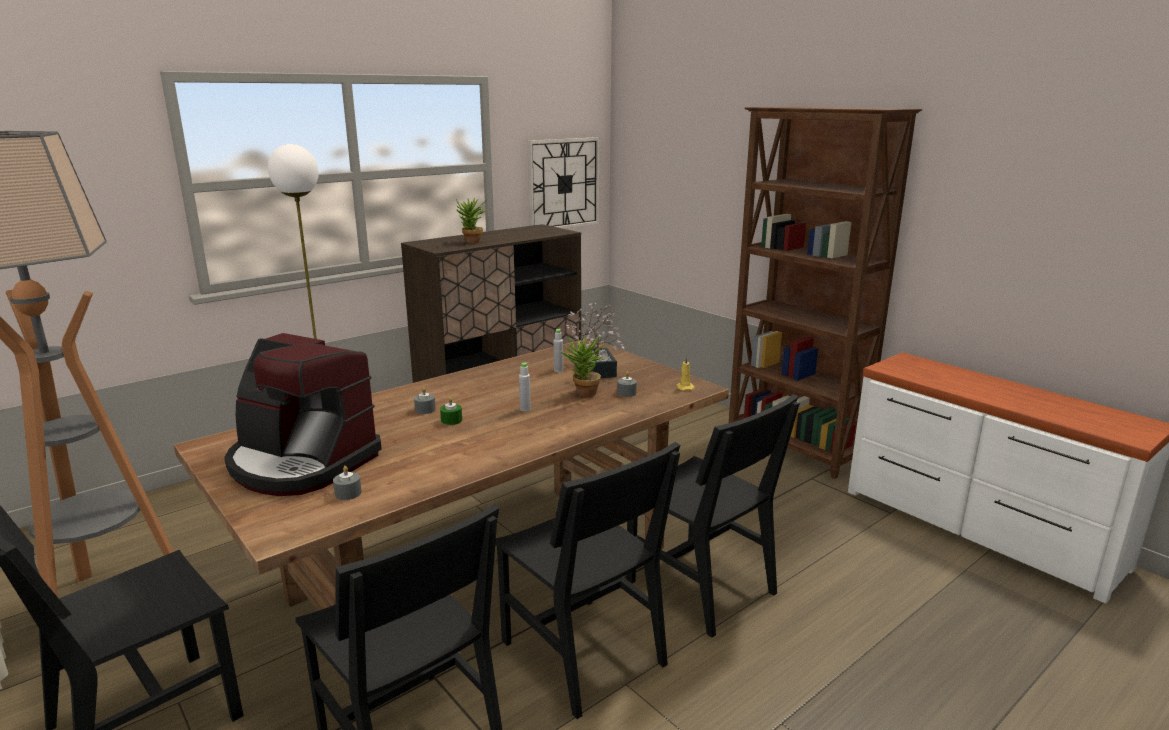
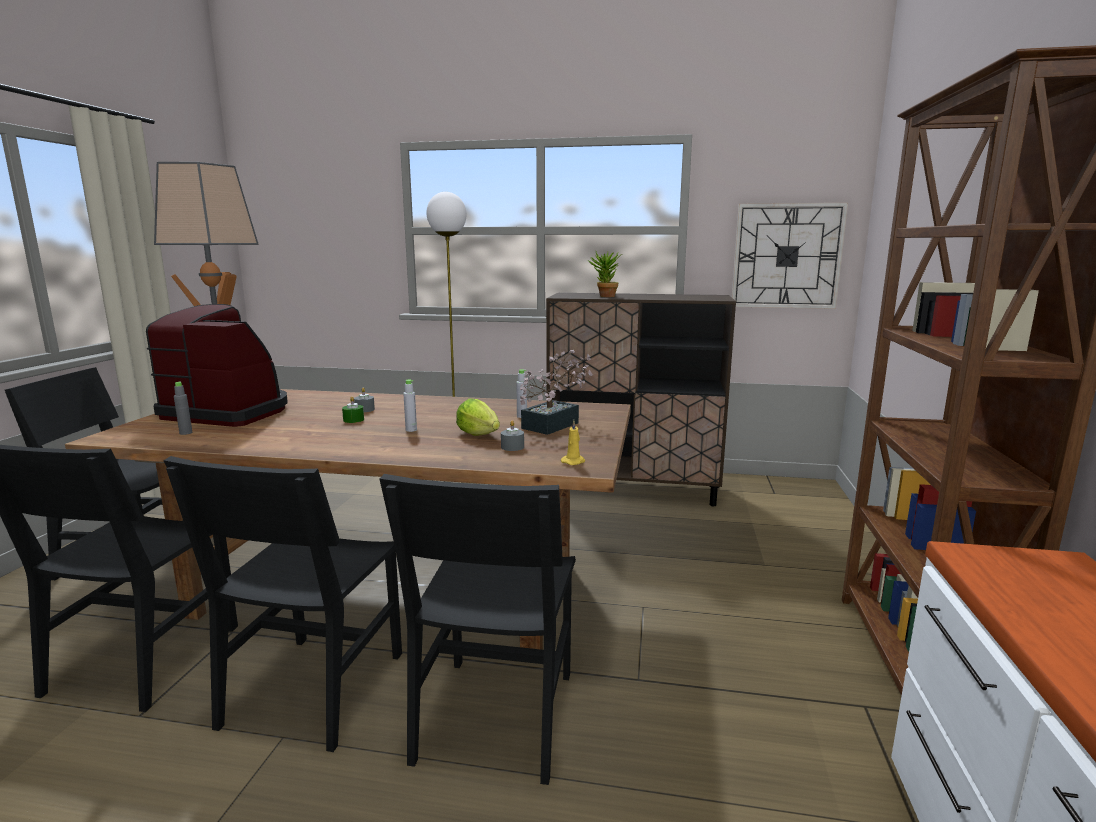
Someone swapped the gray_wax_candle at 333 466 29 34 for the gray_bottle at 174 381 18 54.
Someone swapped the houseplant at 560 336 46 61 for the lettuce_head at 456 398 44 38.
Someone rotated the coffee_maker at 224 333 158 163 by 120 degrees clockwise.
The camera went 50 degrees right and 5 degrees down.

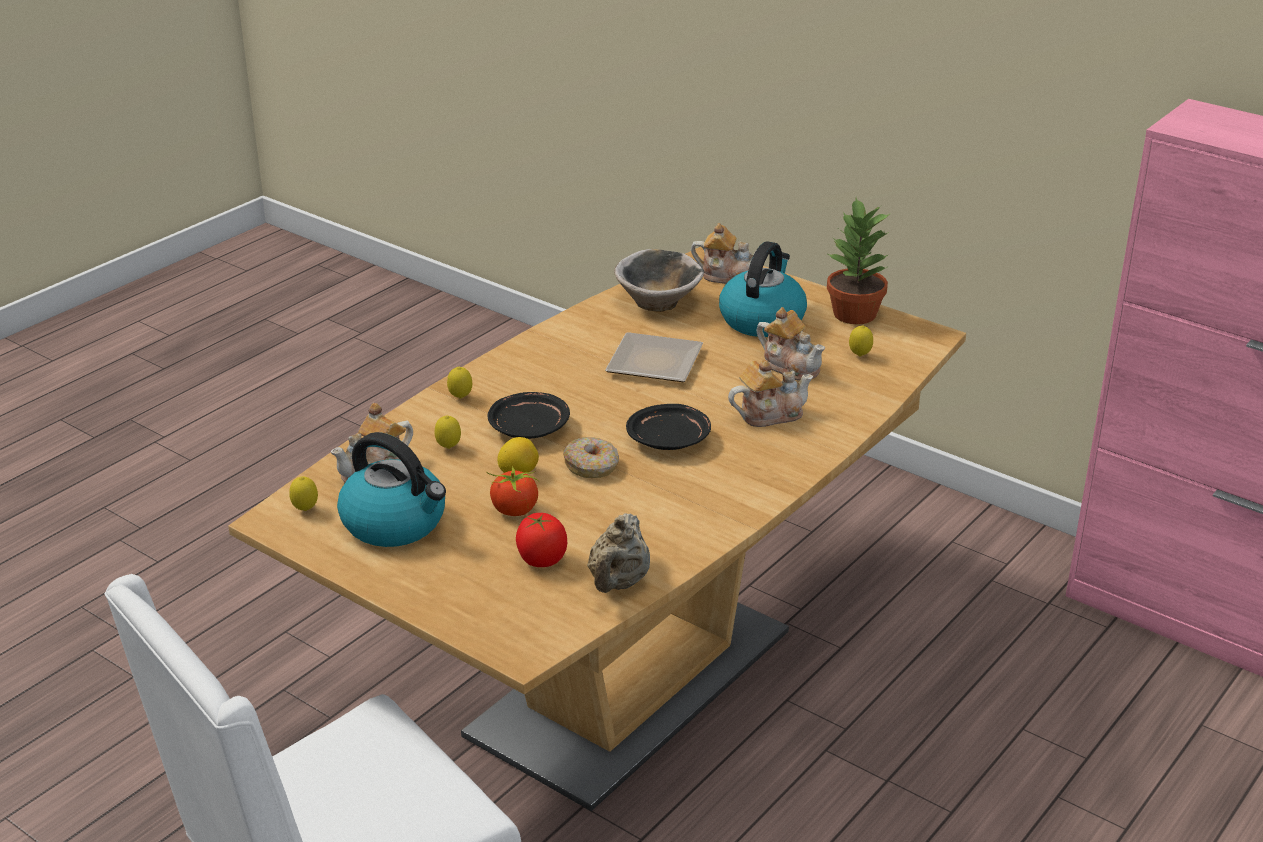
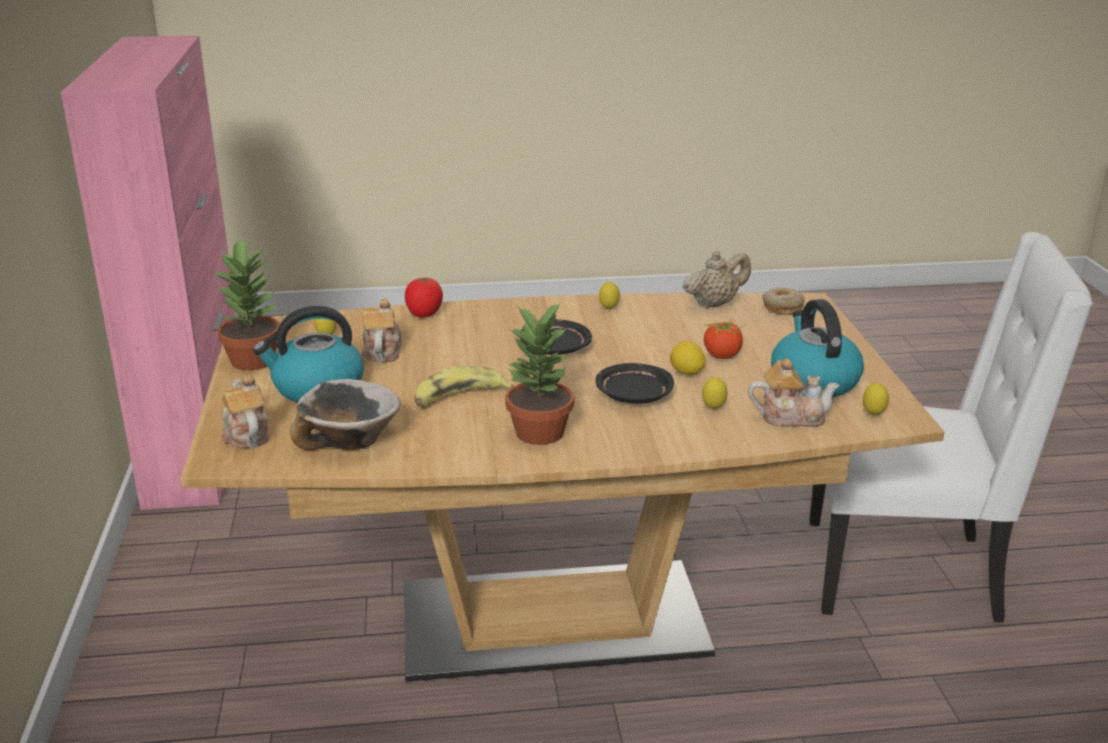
Someone took away the teapot at 728 360 85 67.
Someone put down the houseplant at 505 301 69 144.
Someone carried the citrus_fruit from 447 367 25 32 to 599 281 21 29.
Someone carried the whole_tomato from 516 513 51 54 to 405 278 38 40.
Someone carried the ring_doughnut from 563 437 56 41 to 762 287 43 28.
Someone swapped the flat_dish at 605 332 98 50 for the banana_fruit at 414 366 99 41.
The camera went 135 degrees left and 5 degrees down.

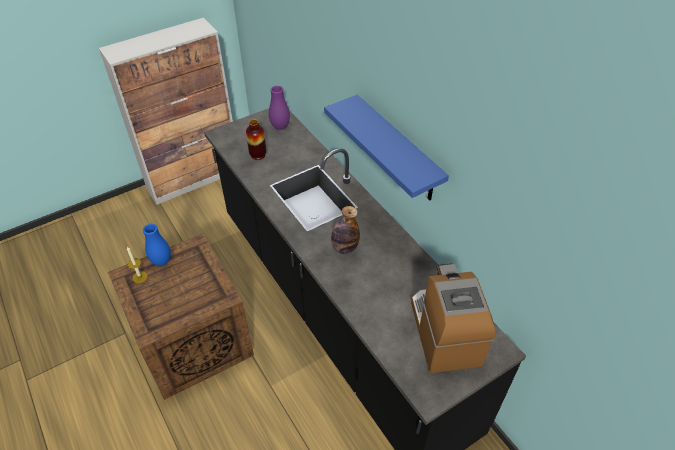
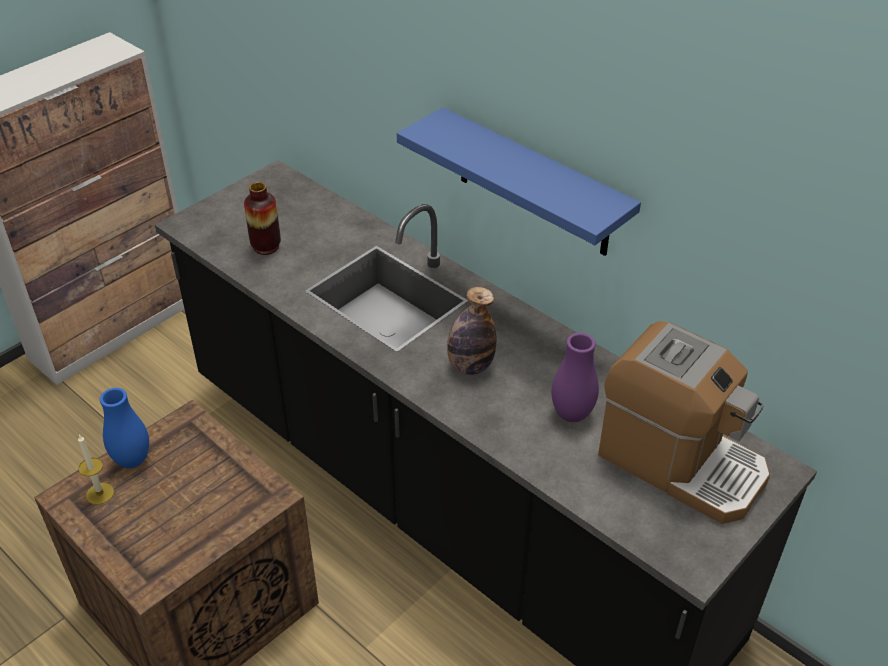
Someone carried the purple-coloured_vase from 269 86 21 44 to 552 333 47 89.
Someone rotated the coffee_maker at 411 263 85 110 by 150 degrees clockwise.
The camera went 15 degrees left and 5 degrees down.

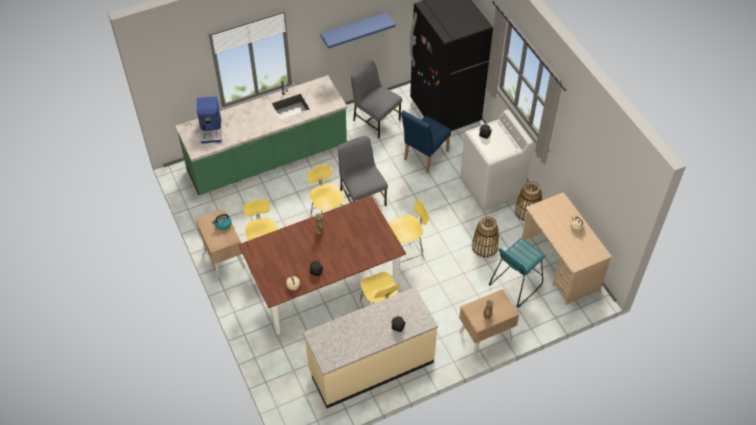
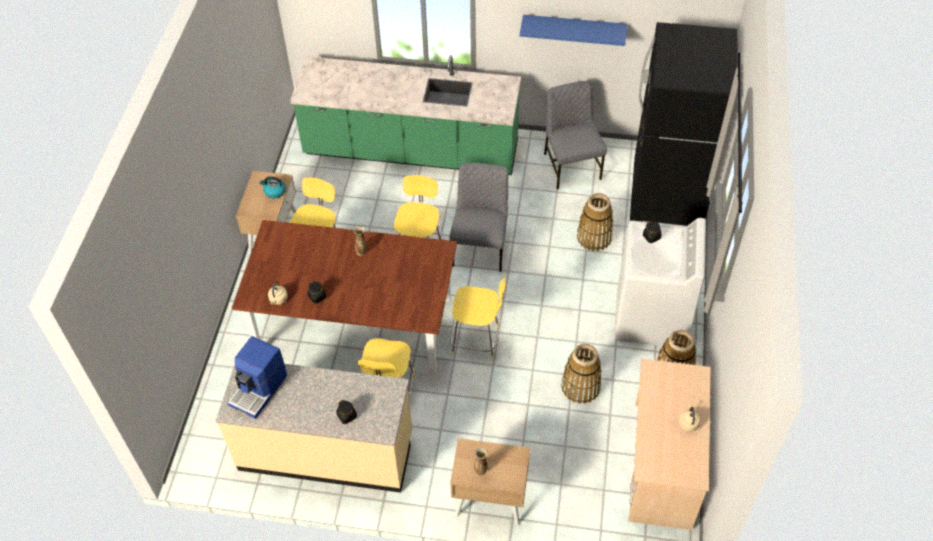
Someone took away the blue-green_sitting_stool at 489 238 57 69.
Someone carried the coffee_maker from 197 96 24 48 to 227 336 60 83.
Someone swapped the blue_upright_chair at 401 110 50 63 for the storage_basket at 577 193 36 58.
The camera went 35 degrees right and 0 degrees up.

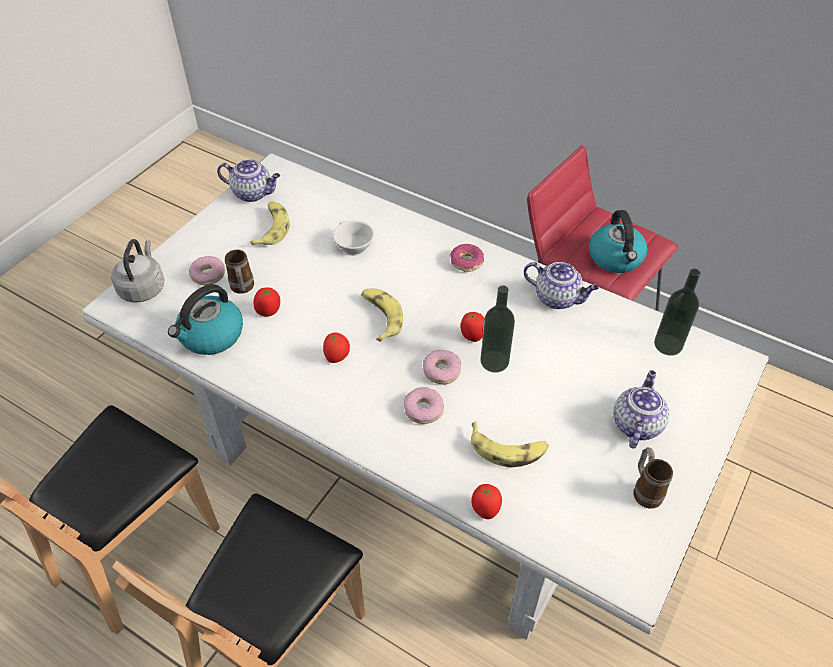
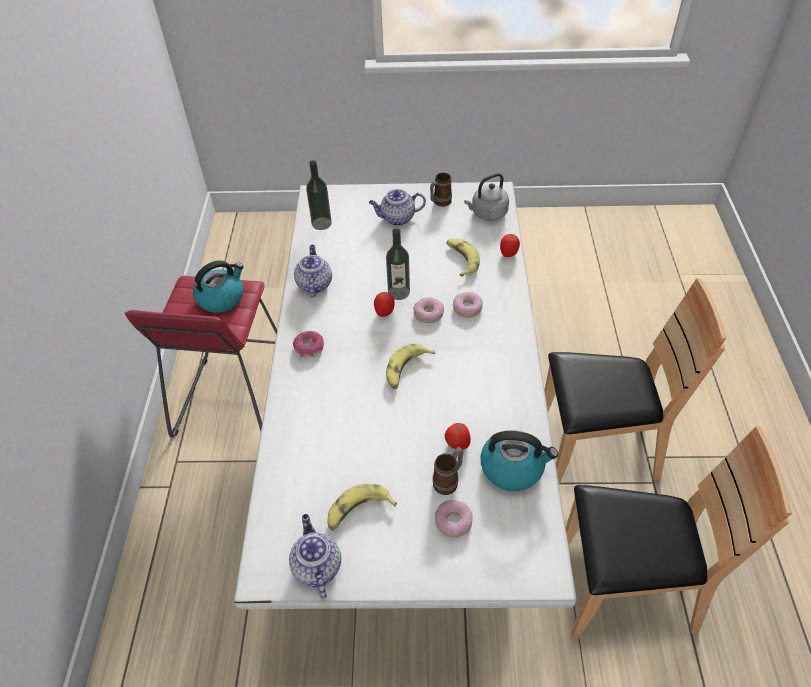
Someone took away the whole_tomato at 323 332 27 31.
Someone took away the whitish_drinking_cup at 333 220 41 36.
Someone carried the gray_tea_kettle from 111 239 54 64 to 464 173 45 48.
The camera went 120 degrees left and 0 degrees up.

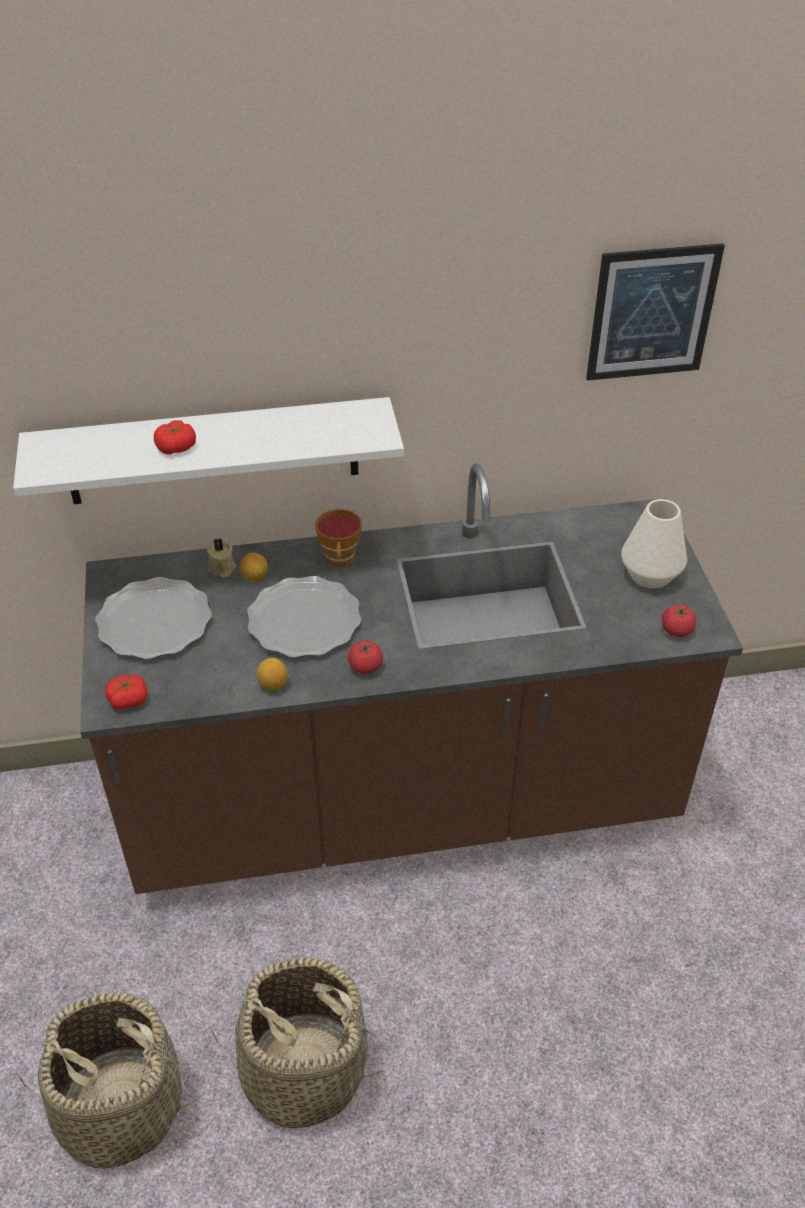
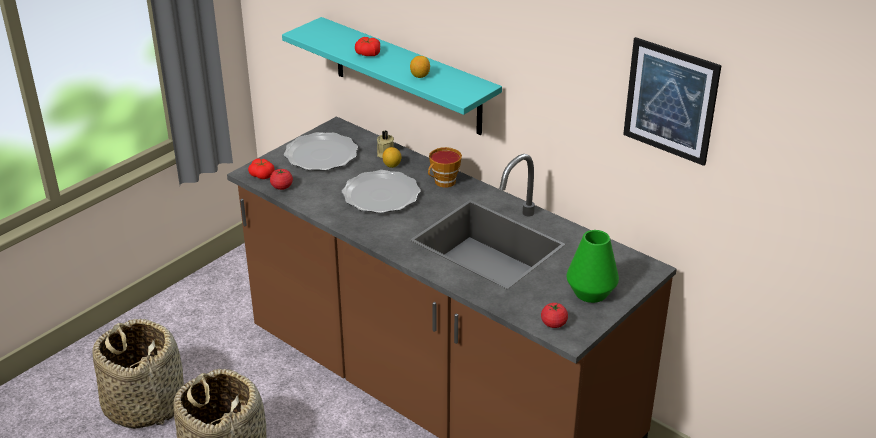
Someone carried the citrus_fruit from 257 658 31 33 to 410 56 20 22.
Someone carried the whole_tomato from 348 640 35 34 to 270 169 23 21.
Someone repainted the whitish_shelf at 13 397 391 107, which became the blue-green_shelf at 282 17 220 118.
Someone repainted the whitish_vase at 621 499 66 89, which became the greenish_vase at 566 230 53 73.
The camera went 50 degrees right and 10 degrees down.

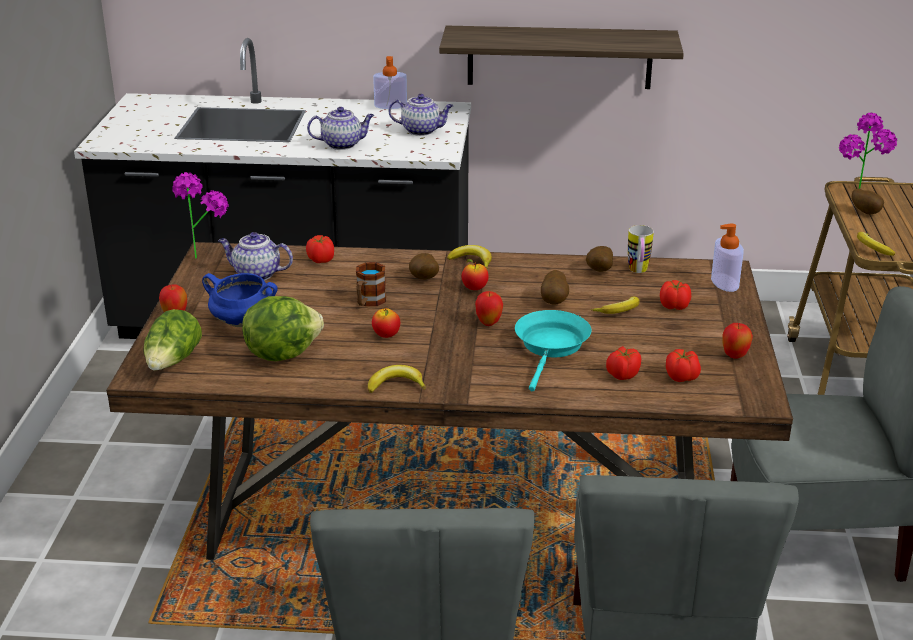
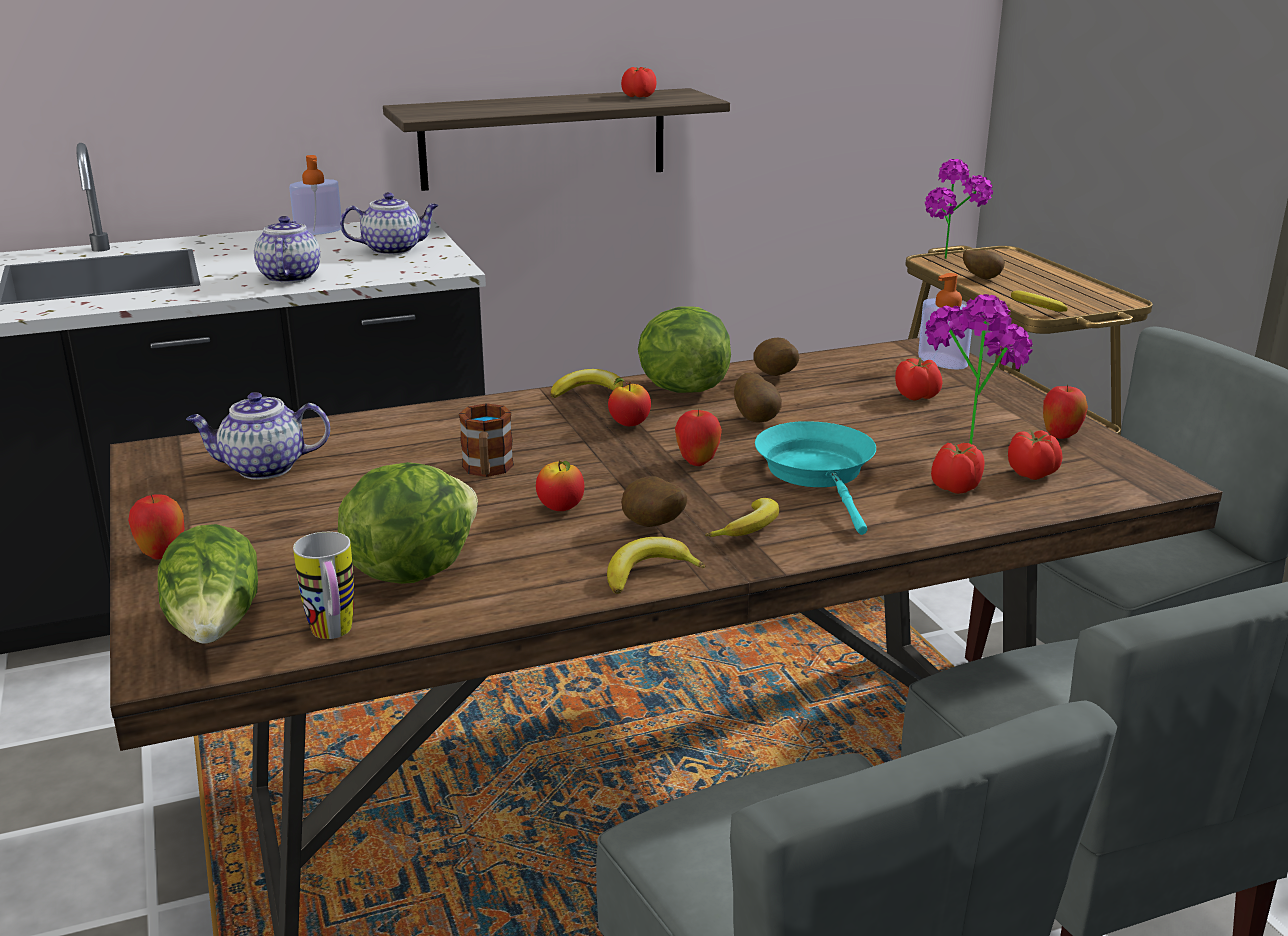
Someone took away the blue_cooking_pot at 202 273 76 54.
Someone put down the lettuce_head at 638 307 93 86.
Someone carried the houseplant from 172 172 56 87 to 925 294 108 150.
Someone carried the whole_tomato from 306 235 28 28 to 621 67 36 31.
Someone carried the spud from 409 253 30 26 to 621 476 66 51.
Someone carried the banana_fruit from 591 297 48 17 to 705 498 74 39.
Someone carried the coffee_mug from 628 225 26 48 to 293 532 61 107.
Someone rotated the teapot at 307 107 67 43 by 60 degrees counterclockwise.
The camera went 25 degrees left and 5 degrees down.

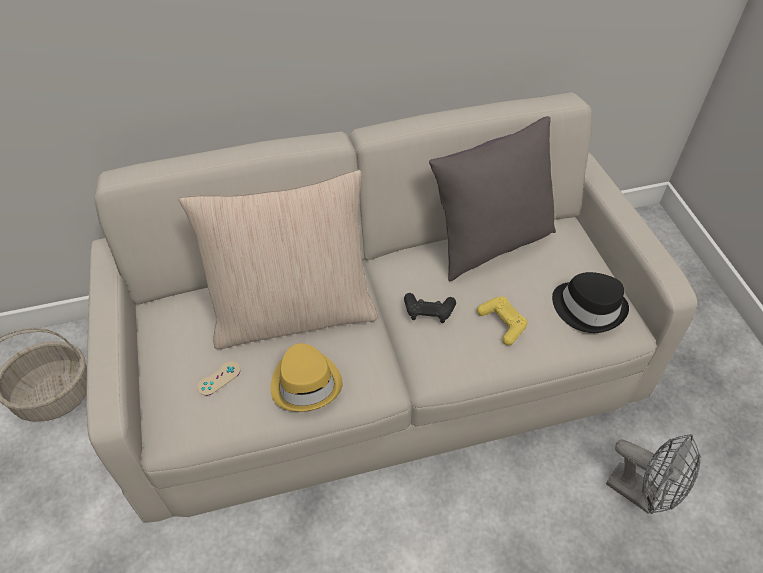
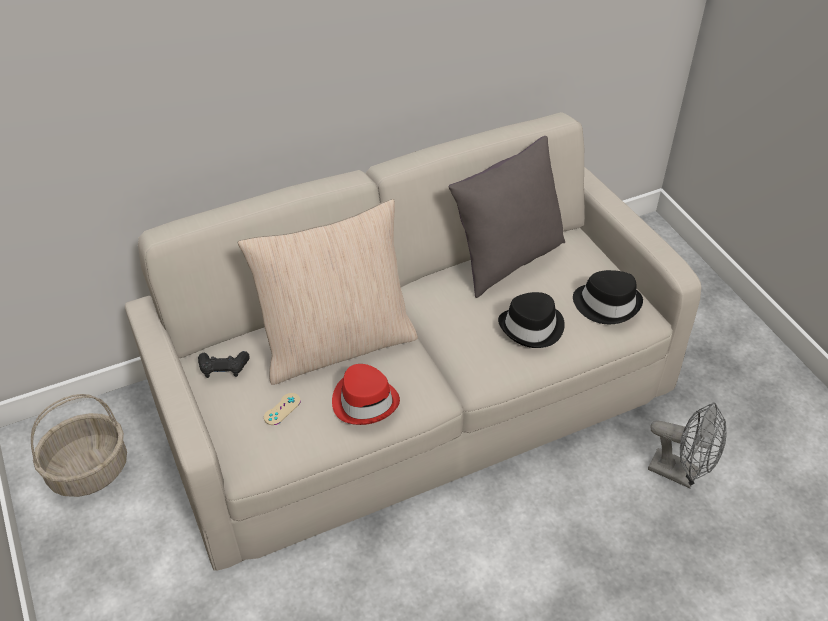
Someone carried the black-coloured_gamepad from 404 293 52 30 to 198 351 52 27.
Someone swapped the yellow-coloured_gamepad at 477 296 51 49 for the black-coloured_hat at 498 292 67 56.
Someone repainted the yellow-coloured_hat at 271 343 71 69, which became the reddish_hat at 332 364 68 61.
The camera went 10 degrees left and 5 degrees down.

